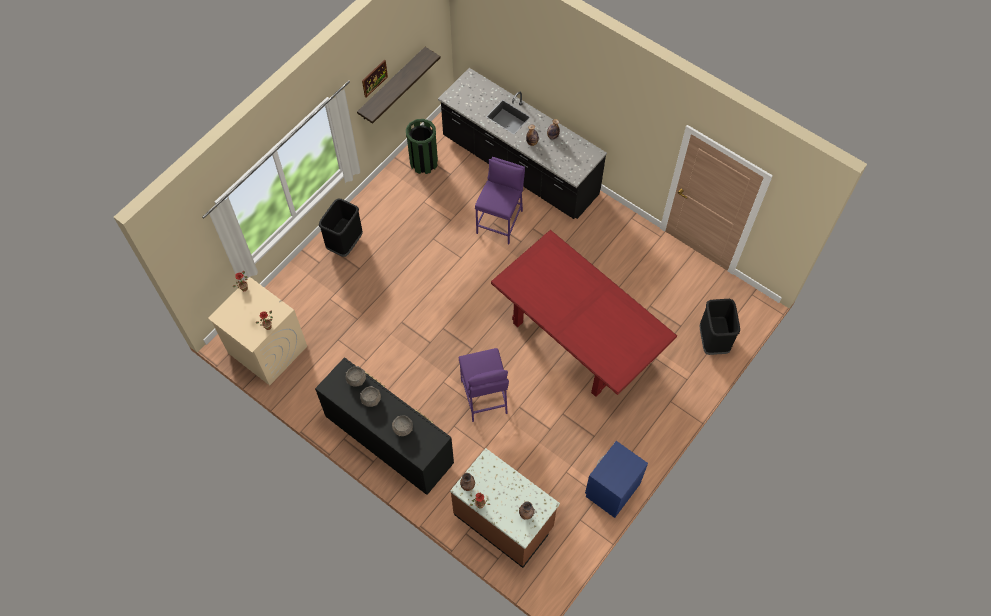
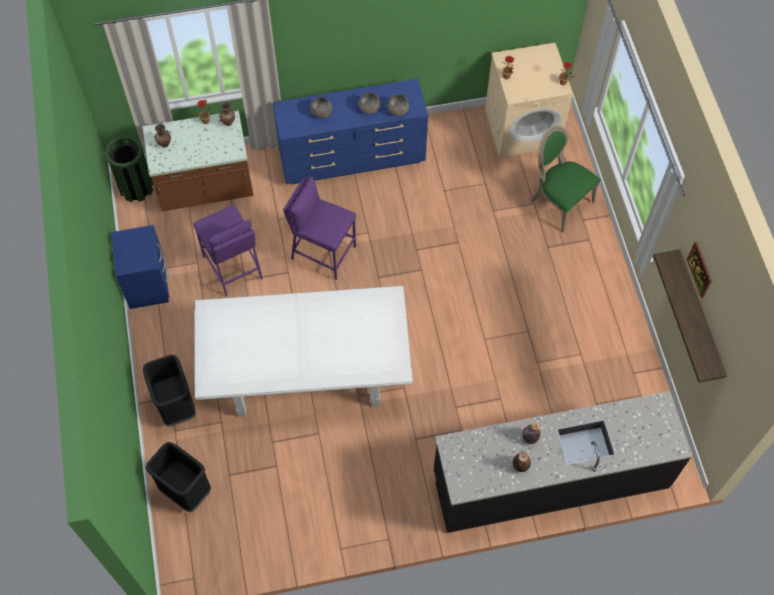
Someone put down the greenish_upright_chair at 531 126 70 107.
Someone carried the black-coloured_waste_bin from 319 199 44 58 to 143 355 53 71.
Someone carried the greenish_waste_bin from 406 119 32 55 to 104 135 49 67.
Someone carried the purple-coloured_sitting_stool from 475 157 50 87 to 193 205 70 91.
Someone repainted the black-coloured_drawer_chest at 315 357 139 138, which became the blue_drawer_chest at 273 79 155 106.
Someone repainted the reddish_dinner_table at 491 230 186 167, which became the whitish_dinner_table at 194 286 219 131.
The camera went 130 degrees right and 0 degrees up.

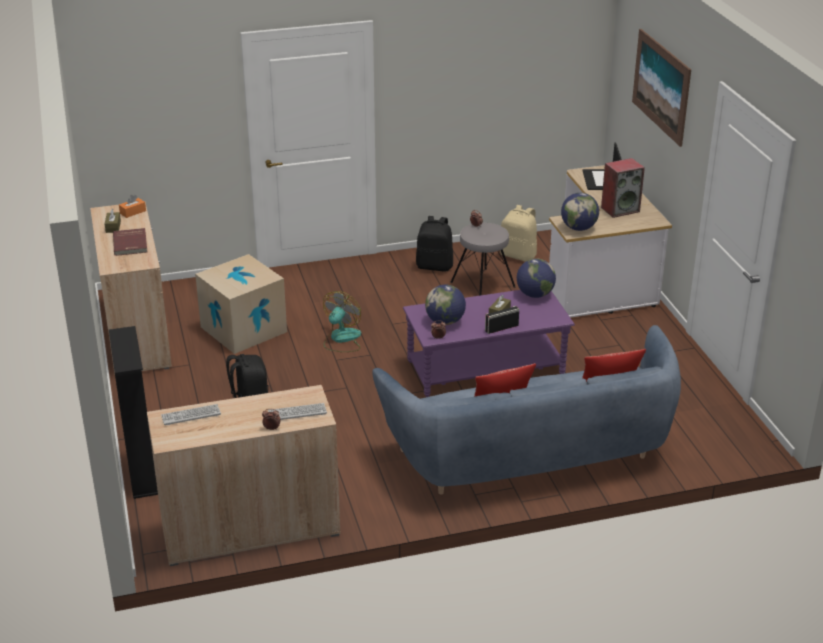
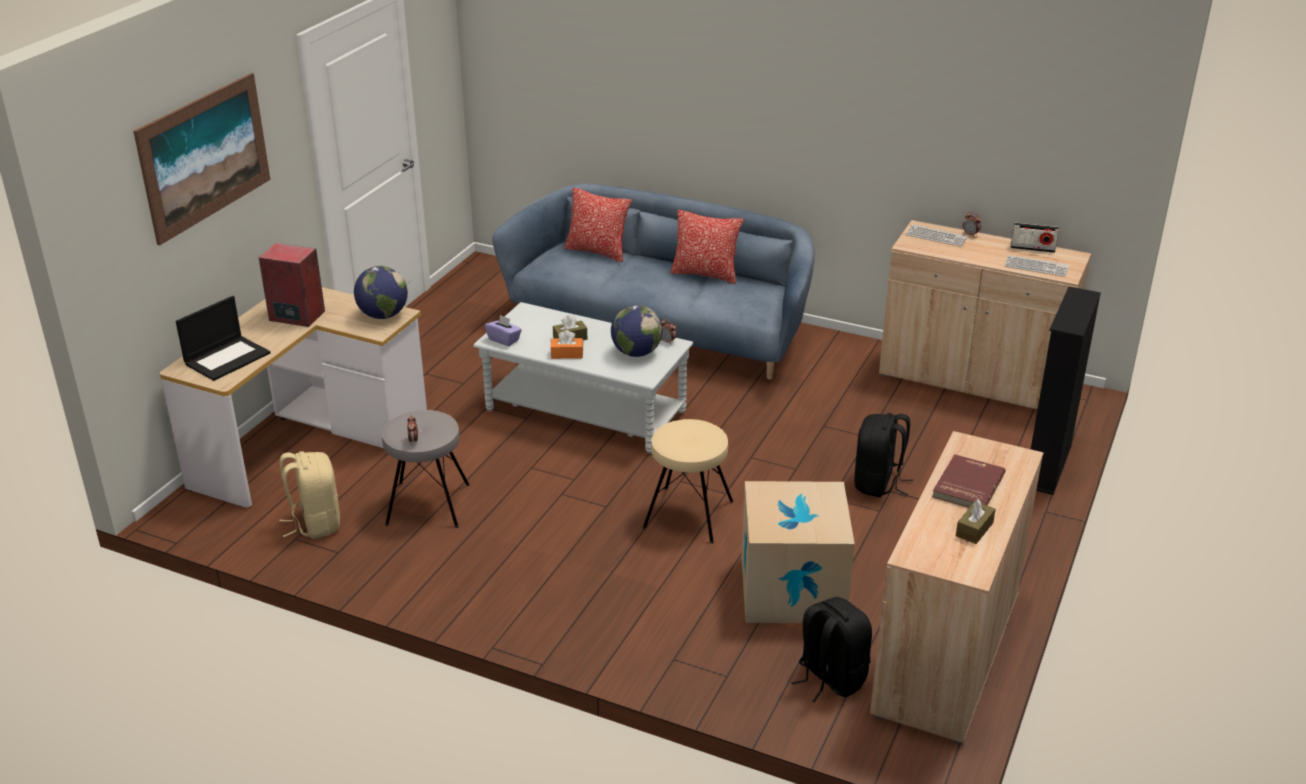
Someone carried the orange_box_of_tissues from 119 195 27 23 to 551 330 32 29.
Someone carried the black-coloured_knapsack from 416 216 37 56 to 791 597 81 105.
Someone carried the radio_receiver from 485 306 34 28 to 1011 223 48 30.
Someone swapped the cooling_fan at 323 291 38 61 for the sand-coloured_sitting_stool at 642 419 91 125.
Someone swapped the world_globe at 517 258 39 40 for the purple-coloured_box_of_tissues at 485 315 37 31.
Someone repainted the purple-coloured_low_table at 403 290 172 107, which became the gray_low_table at 473 302 220 152.
The camera went 140 degrees left and 0 degrees up.

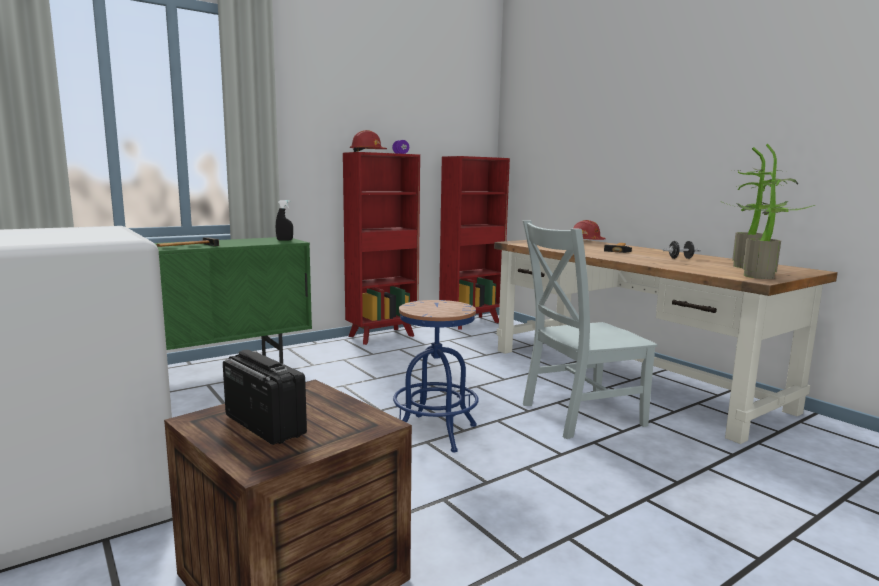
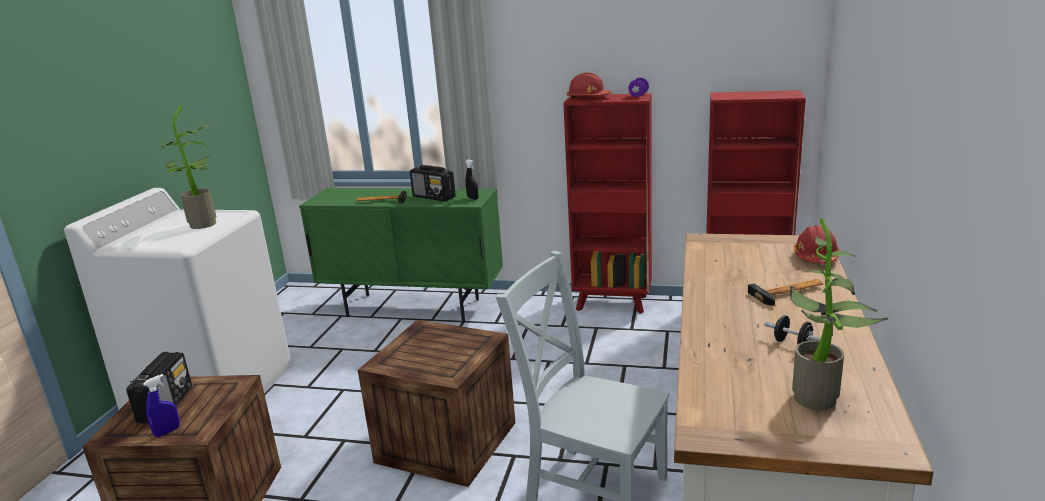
Someone put down the blue_sprayer at 143 374 37 63.
Someone put down the radio_receiver at 410 165 46 36.
Someone carried the houseplant from 736 144 79 135 to 161 106 56 123.
Someone swapped the blue_sitting_stool at 393 300 86 153 for the crate at 358 320 157 167.
The camera went 50 degrees right and 10 degrees up.

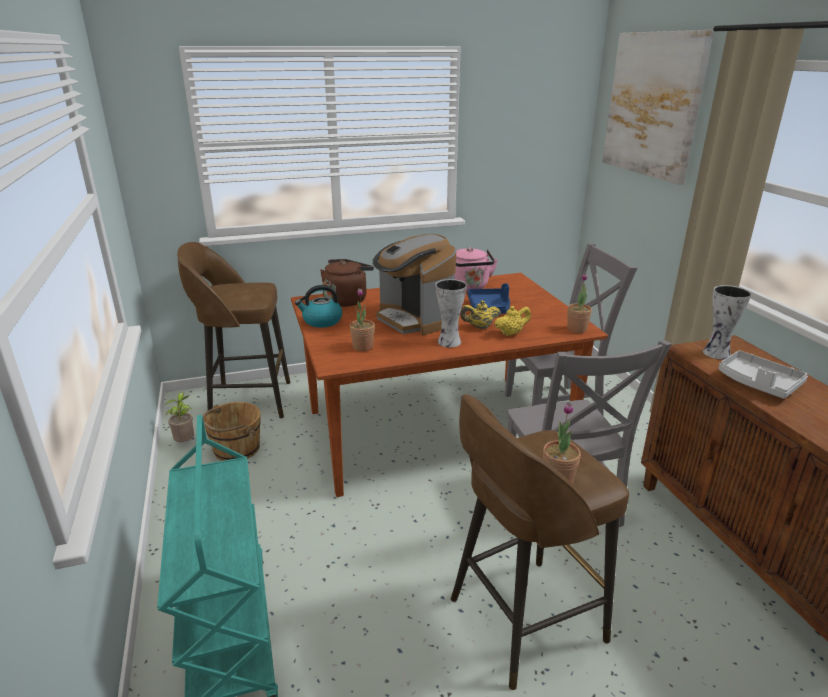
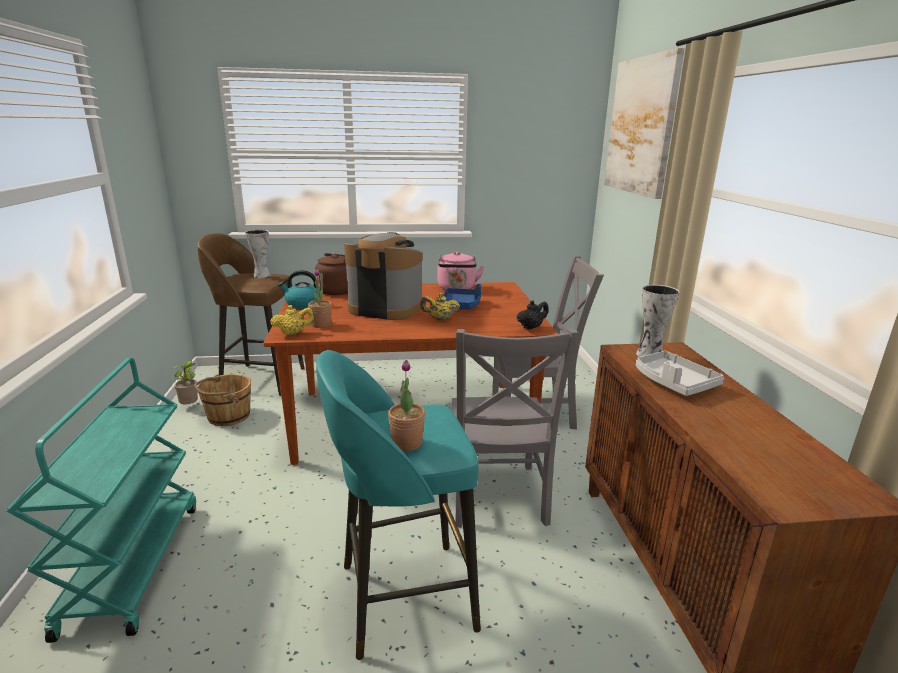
Someone carried the vase from 435 279 32 68 to 245 230 26 48.
Someone carried the yellow-coloured_teapot from 494 306 37 30 to 270 305 45 30.
Someone swapped the houseplant at 567 274 25 59 for the black-coloured_teapot at 516 300 33 30.
Someone repainted the brown_sitting_stool at 451 394 178 296, which became the blue-green_sitting_stool at 316 350 165 310.
Someone rotated the coffee_maker at 373 234 83 101 by 135 degrees clockwise.
The camera went 10 degrees right and 5 degrees down.

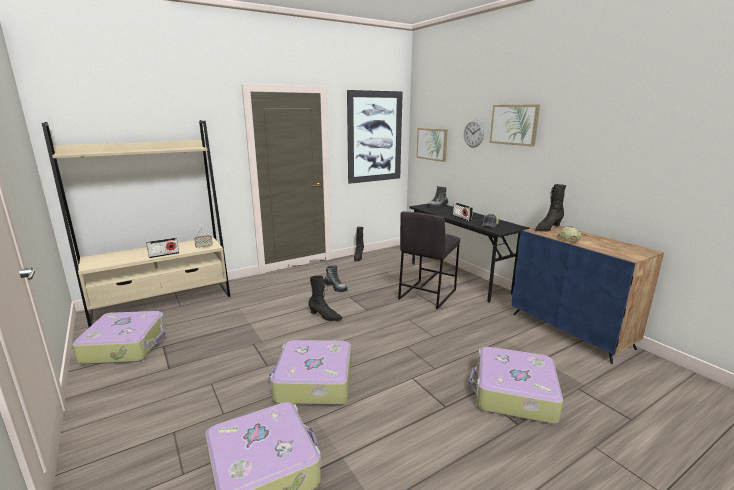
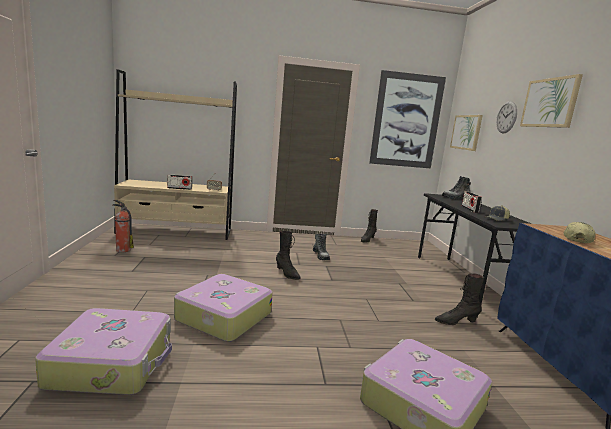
Someone took away the gray_sitting_stool at 398 211 62 99.
Someone carried the black-coloured_tall_boot from 535 184 31 48 to 435 274 49 51.
Someone swapped the piece_of_luggage at 72 311 94 53 for the fire-fighting_cylinder at 112 200 22 52.
The camera went 25 degrees right and 5 degrees down.

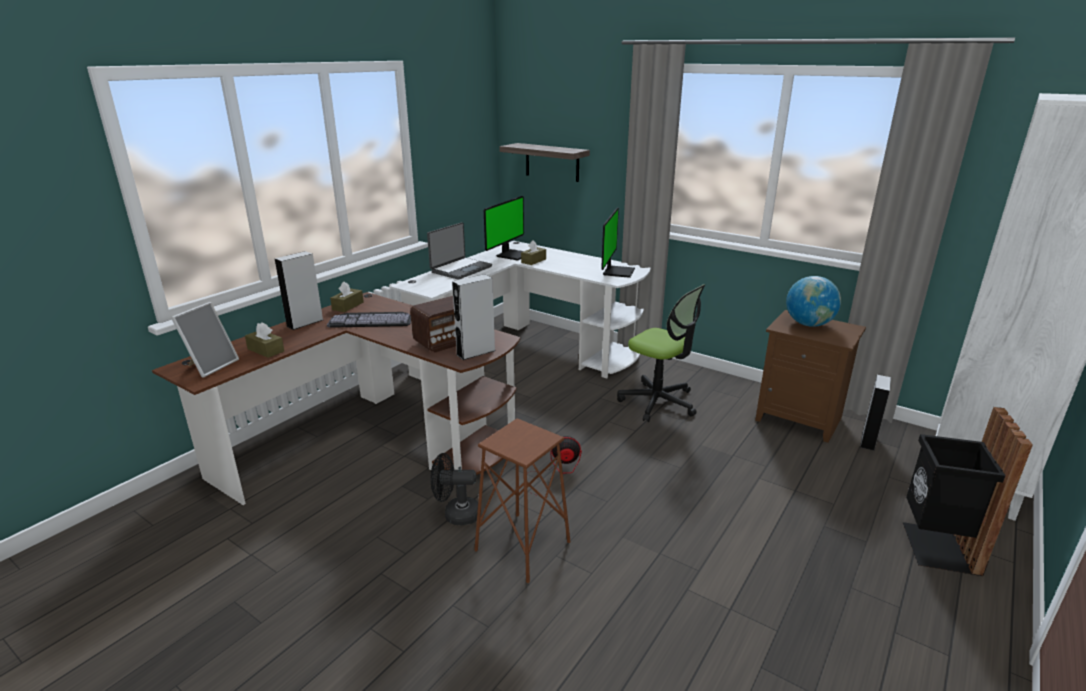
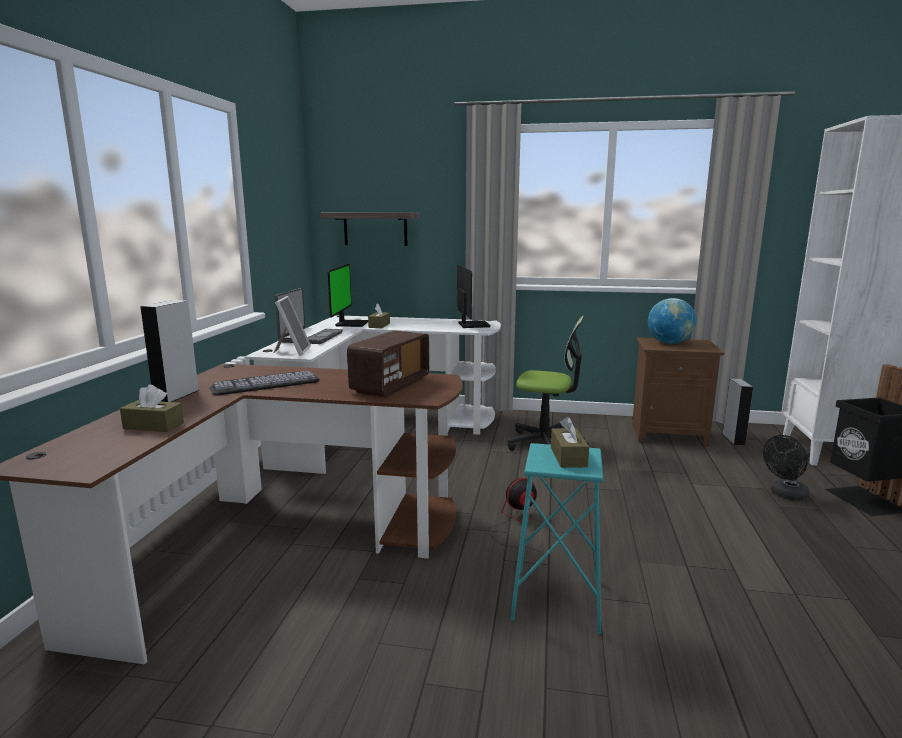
Someone took away the gray_loudspeaker at 452 274 43 86.
Someone carried the photo_frame from 171 302 68 75 to 273 296 38 60.
Someone carried the brown_box_of_tissues from 330 282 34 30 to 551 417 38 51.
Someone carried the black-coloured_cooling_fan from 431 453 47 72 to 763 435 47 66.
Someone repainted the brown_sitting_stool at 474 418 97 165, which became the blue-green_sitting_stool at 510 443 94 192.
The camera went 25 degrees left and 10 degrees down.

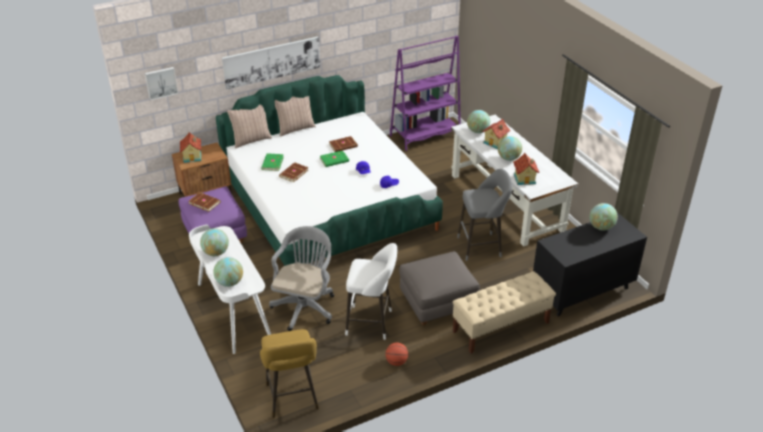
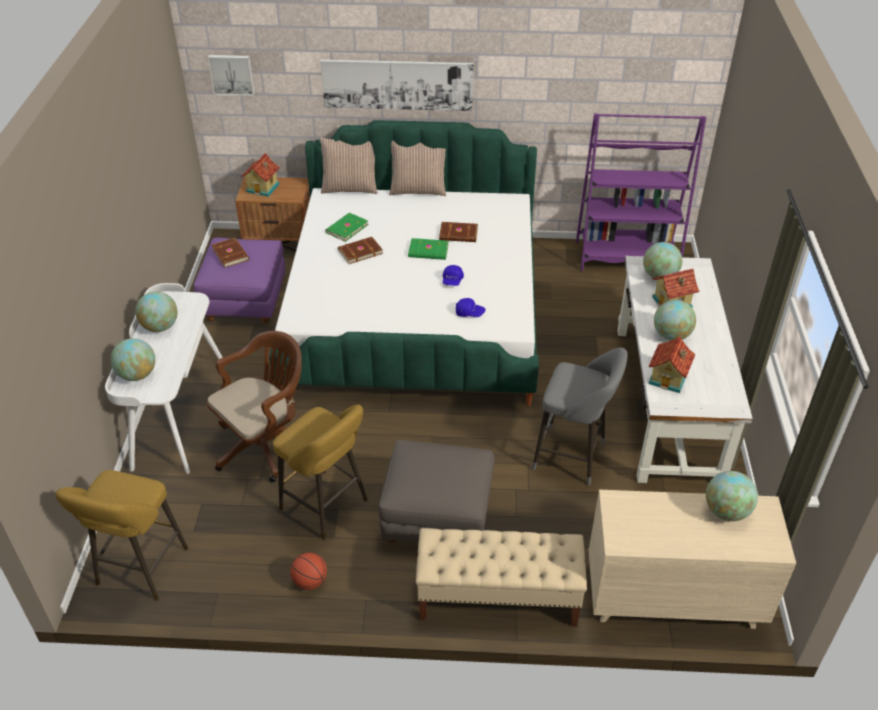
Someone repainted the gray_computer_chair at 269 226 65 105, which became the brown_computer_chair at 207 331 94 152.
Someone repainted the whitish_sitting_stool at 345 243 52 97, which became the yellow-coloured_sitting_stool at 273 404 95 136.
Someone repainted the black-coloured_drawer_chest at 533 213 114 103, which became the sand-coloured_drawer_chest at 589 490 207 139.
The camera went 30 degrees right and 5 degrees up.

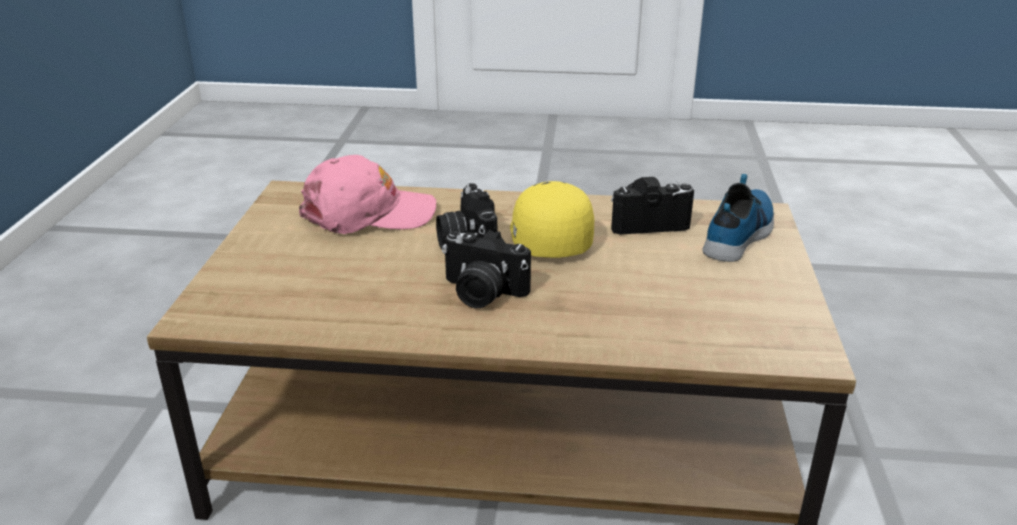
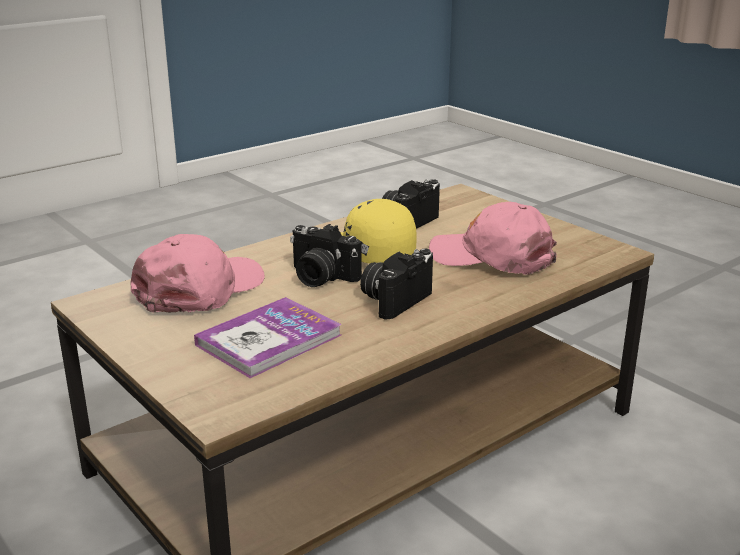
Someone took away the shoe at 702 174 72 88.
Someone put down the book at 194 297 148 81.
Someone put down the pinkish_baseball_cap at 429 202 128 73.
Someone rotated the still_camera at 442 230 89 78 by 150 degrees clockwise.
The camera went 45 degrees left and 5 degrees down.

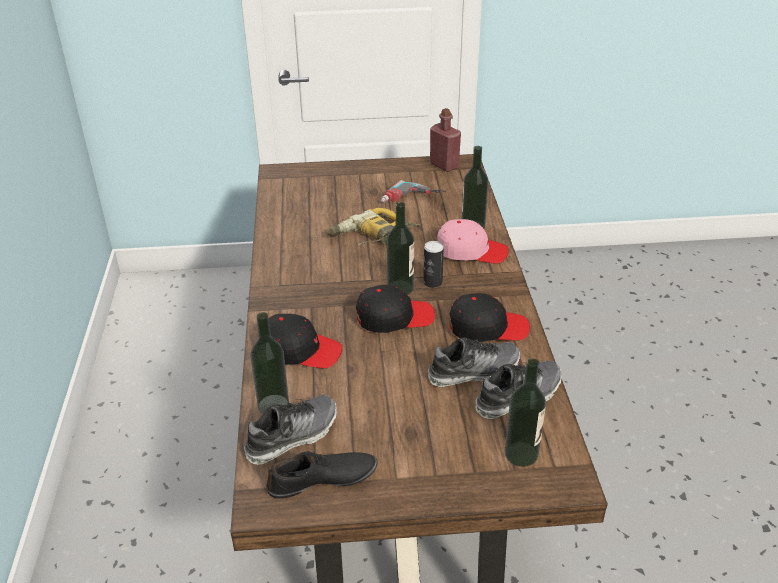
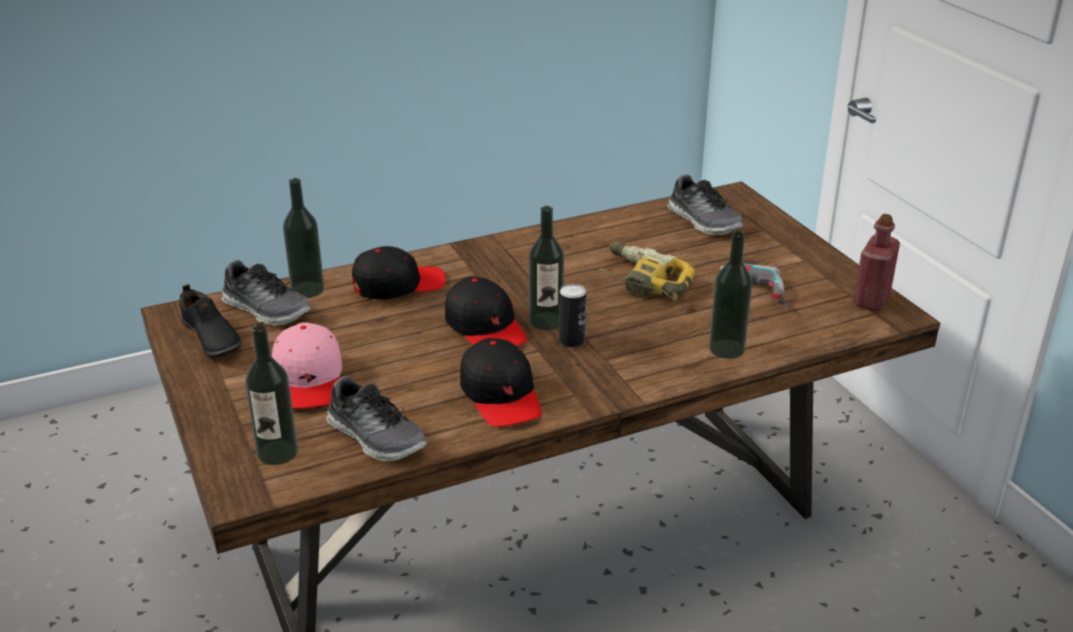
Someone carried the shoe from 428 337 92 50 to 667 175 77 60.
Someone carried the pinkish_baseball_cap from 438 219 71 44 to 272 323 70 86.
Someone rotated the black-coloured_baseball_cap at 268 313 74 55 by 105 degrees counterclockwise.
The camera went 70 degrees right and 5 degrees down.

